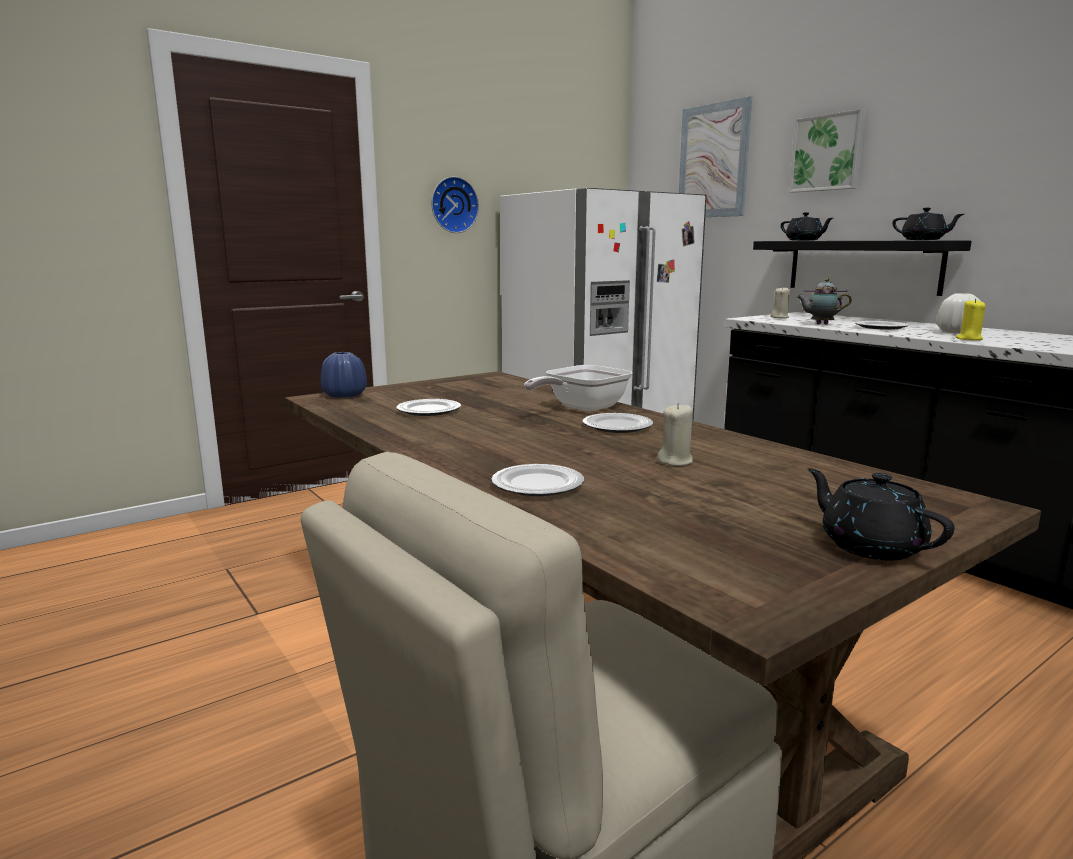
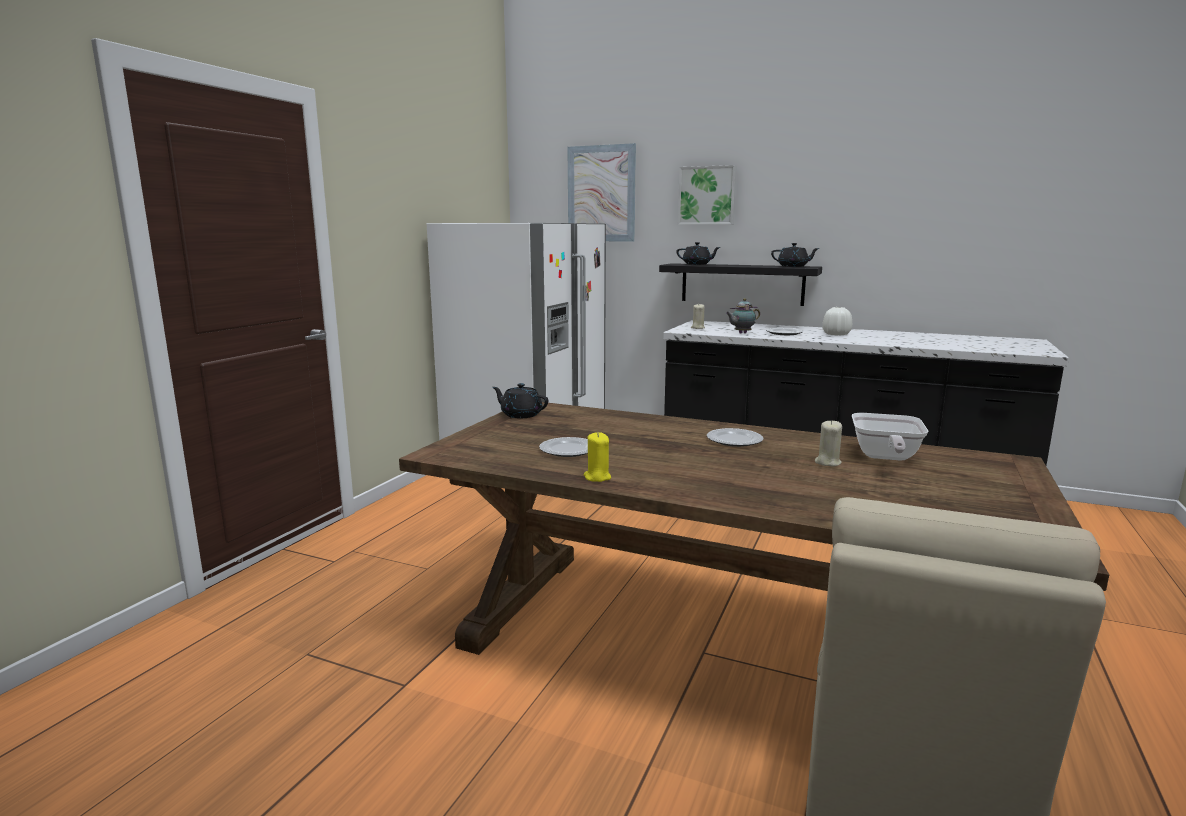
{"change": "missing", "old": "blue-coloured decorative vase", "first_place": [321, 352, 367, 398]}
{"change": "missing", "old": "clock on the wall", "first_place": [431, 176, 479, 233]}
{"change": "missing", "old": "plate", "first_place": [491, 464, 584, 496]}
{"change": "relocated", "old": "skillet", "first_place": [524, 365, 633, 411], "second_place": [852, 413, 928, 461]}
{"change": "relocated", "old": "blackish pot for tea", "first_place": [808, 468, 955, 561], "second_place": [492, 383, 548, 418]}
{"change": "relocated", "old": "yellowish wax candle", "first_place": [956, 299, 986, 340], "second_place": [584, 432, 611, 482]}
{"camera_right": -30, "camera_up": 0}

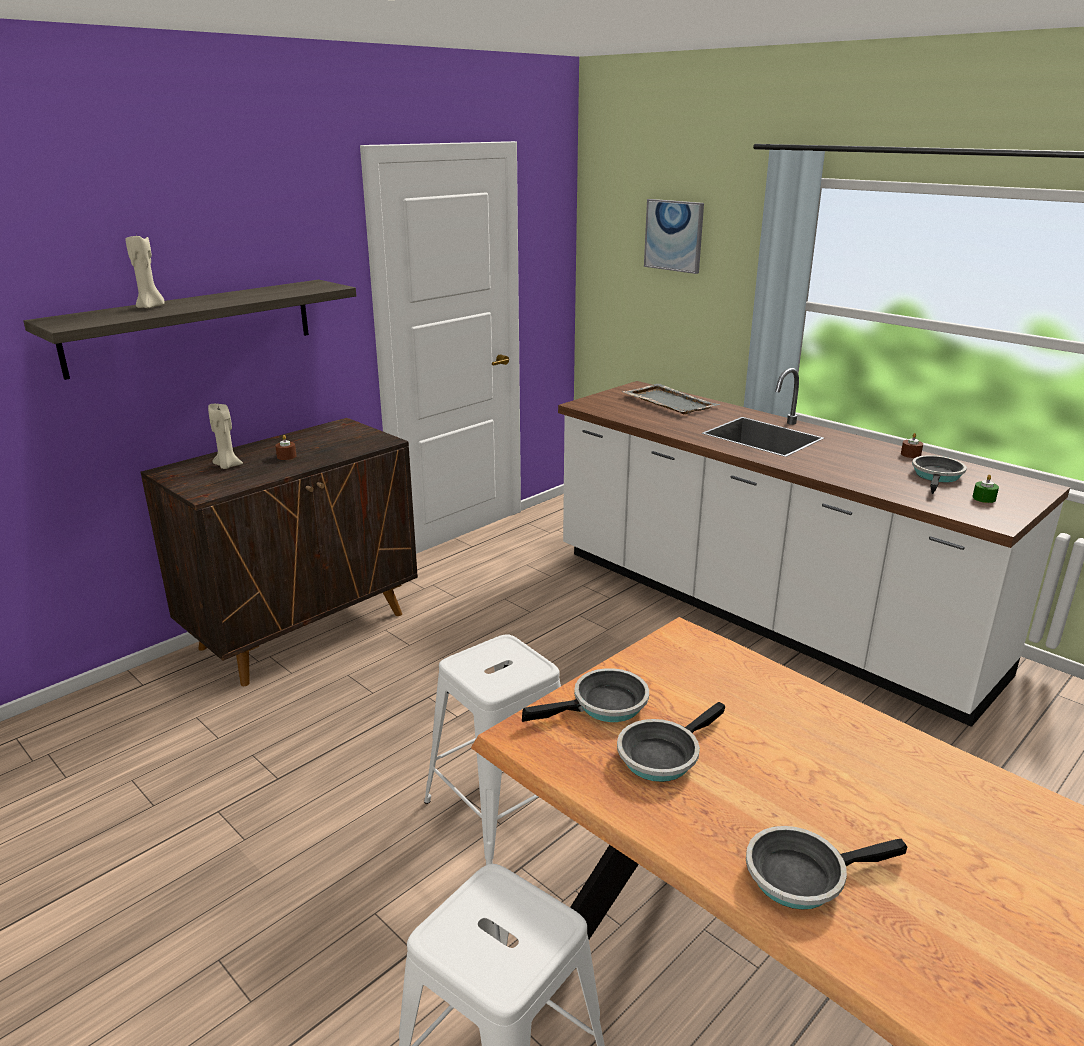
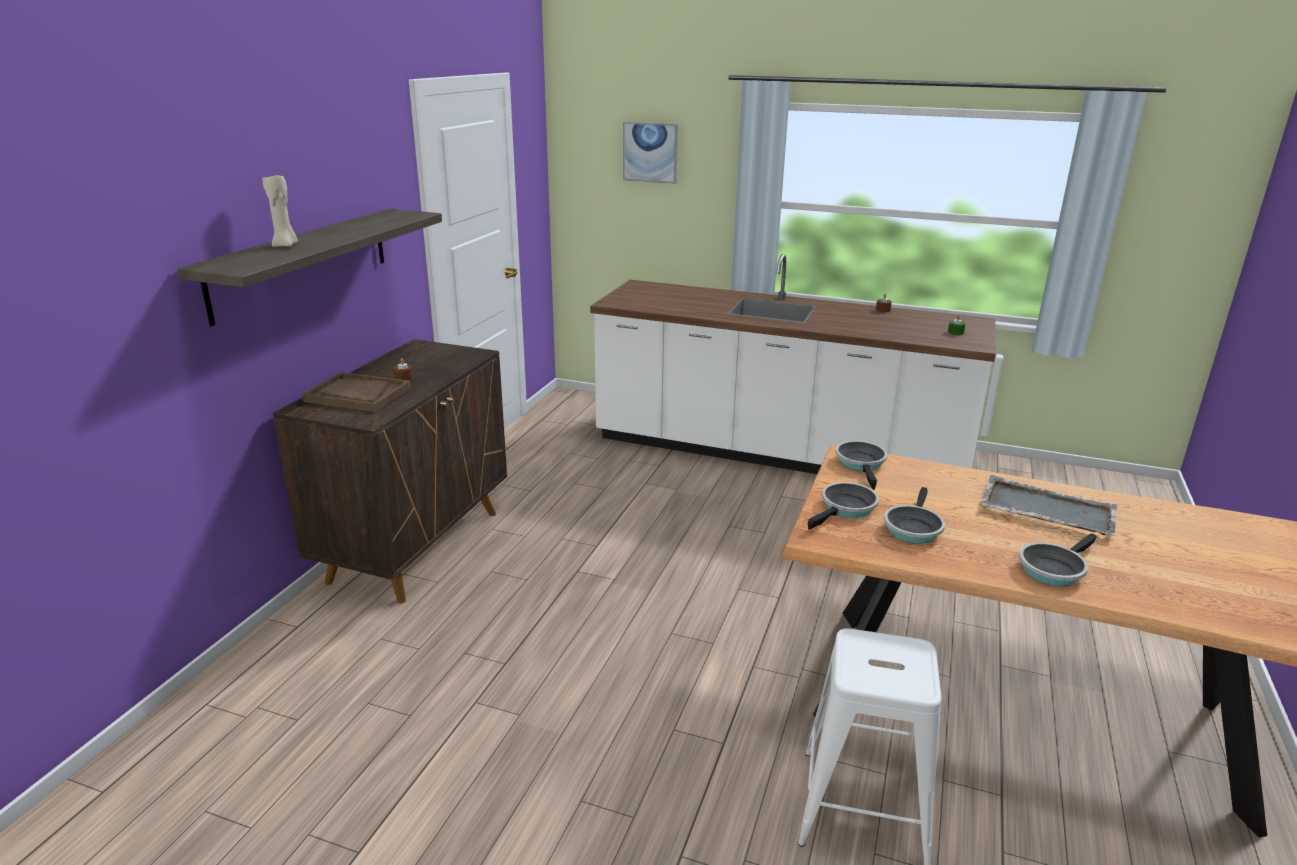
{"change": "missing", "old": "white sitting stool", "first_place": [424, 634, 561, 865]}
{"change": "relocated", "old": "gray serving tray", "first_place": [622, 384, 720, 414], "second_place": [980, 475, 1118, 536]}
{"change": "relocated", "old": "skillet", "first_place": [912, 455, 967, 494], "second_place": [835, 441, 888, 490]}
{"change": "exchanged", "old": "beige wax candle", "new": "brown-coloured serving tray", "first_place": [208, 404, 243, 469], "second_place": [302, 372, 411, 412]}
{"camera_right": -25, "camera_up": 0}

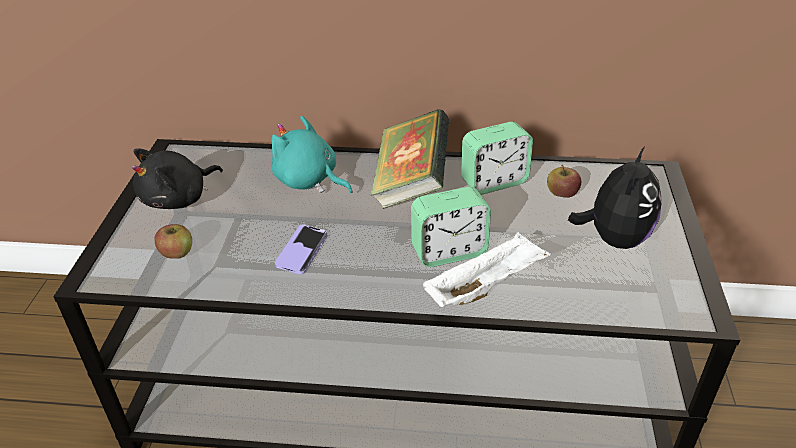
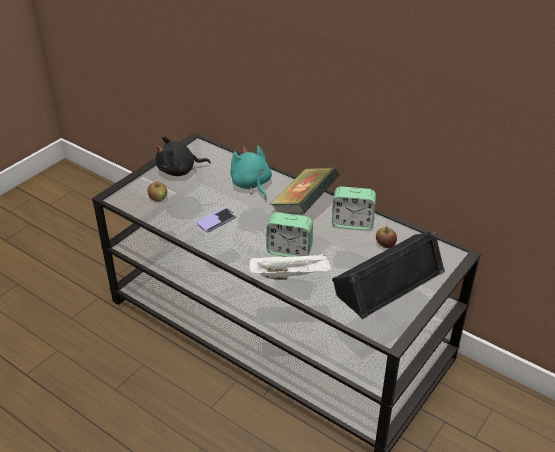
{"change": "exchanged", "old": "cuddly toy", "new": "blackish audio speaker", "first_place": [568, 146, 662, 249], "second_place": [332, 230, 445, 319]}
{"camera_right": 30, "camera_up": 0}

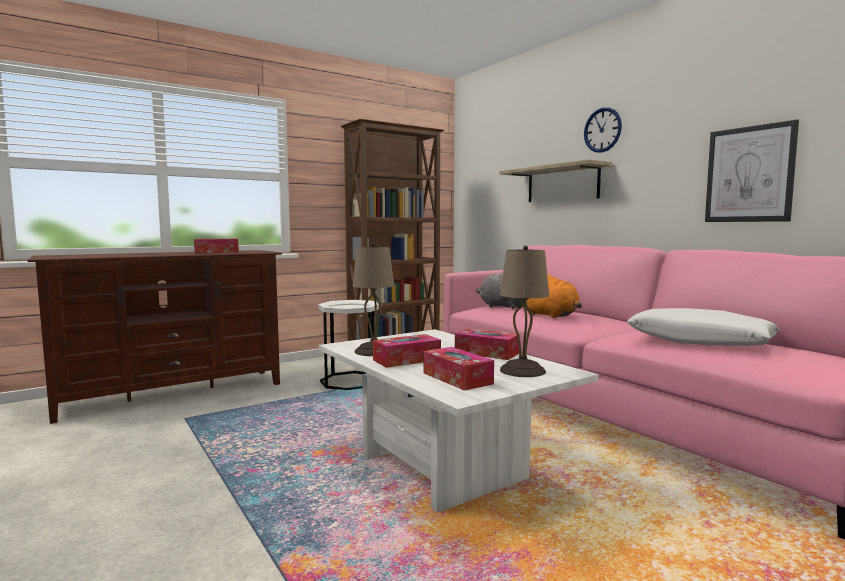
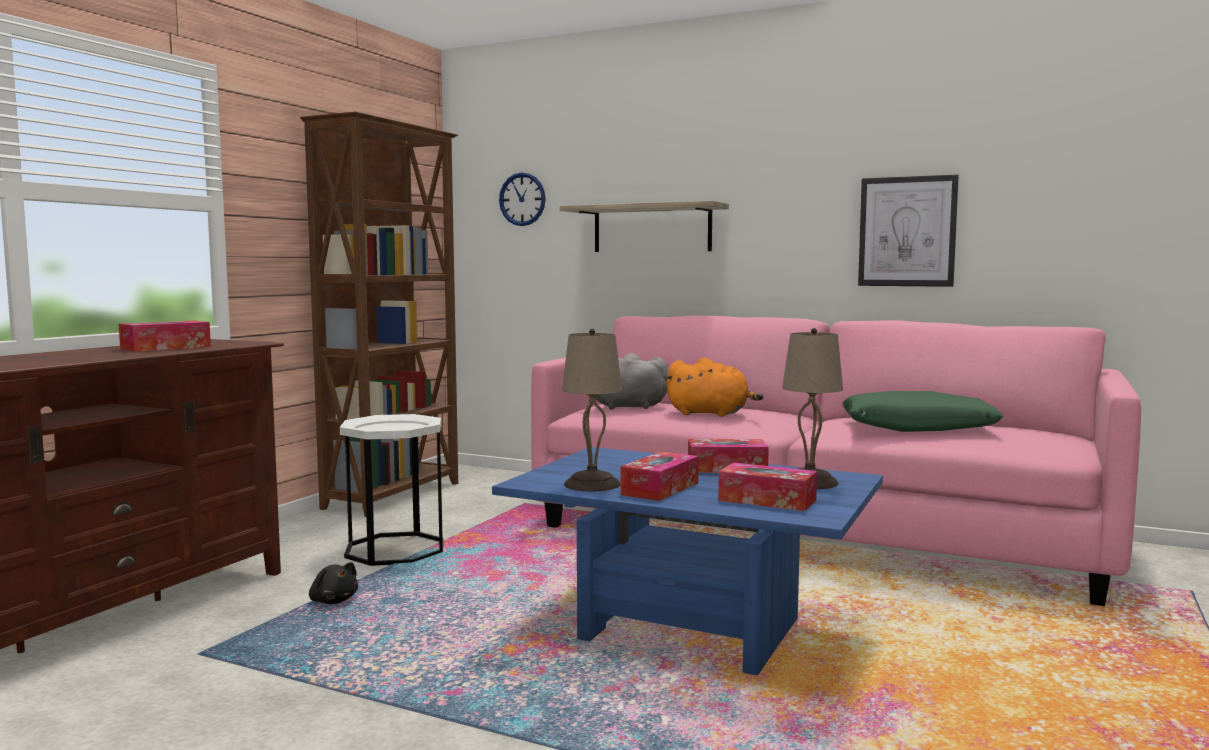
{"change": "appeared", "new": "blackish cuddly toy", "second_place": [309, 562, 358, 604]}
{"change": "relocated", "old": "clock on the wall", "first_place": [584, 107, 622, 153], "second_place": [499, 172, 546, 226]}
{"change": "colour", "old": "white lounge table", "new": "blue-coloured lounge table", "first_place": [319, 329, 598, 513], "second_place": [492, 447, 883, 675]}
{"change": "colour", "old": "white throw pillow", "new": "green throw pillow", "first_place": [627, 308, 779, 346], "second_place": [842, 391, 1003, 432]}
{"camera_right": -30, "camera_up": 0}

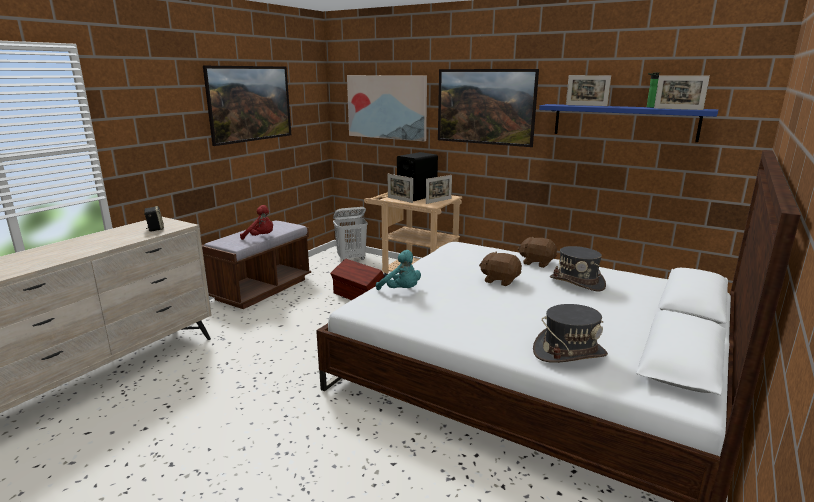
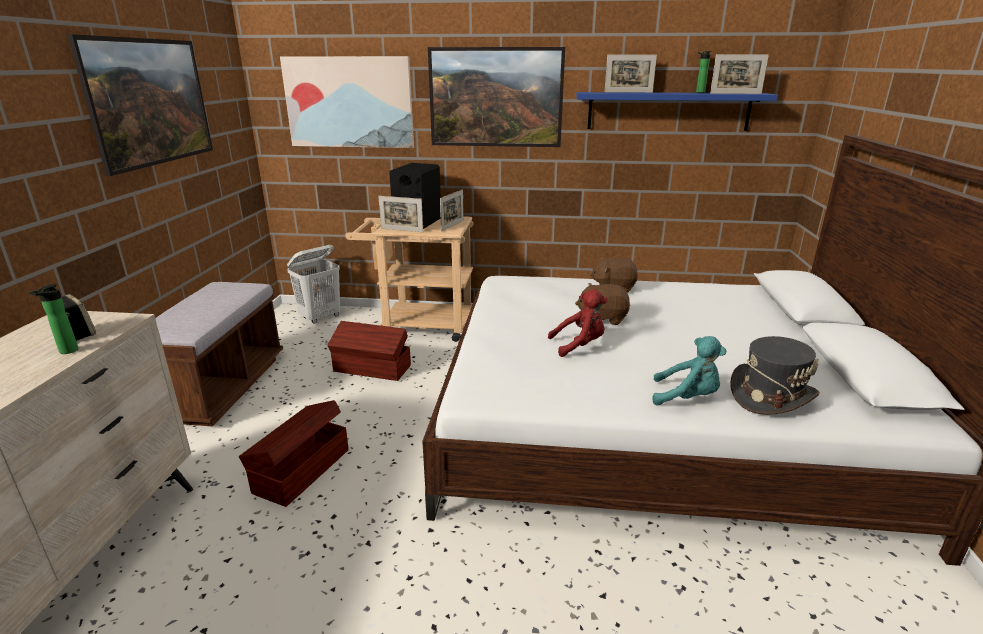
{"change": "missing", "old": "gray hat", "first_place": [550, 246, 606, 291]}
{"change": "appeared", "new": "drink bottle", "second_place": [29, 284, 78, 354]}
{"change": "appeared", "new": "brown-coloured storage container", "second_place": [239, 400, 349, 507]}
{"change": "relocated", "old": "red cuddly toy", "first_place": [240, 205, 273, 240], "second_place": [548, 290, 607, 357]}
{"change": "relocated", "old": "turquoise cuddly toy", "first_place": [376, 250, 421, 290], "second_place": [652, 336, 726, 406]}
{"camera_right": -25, "camera_up": 5}

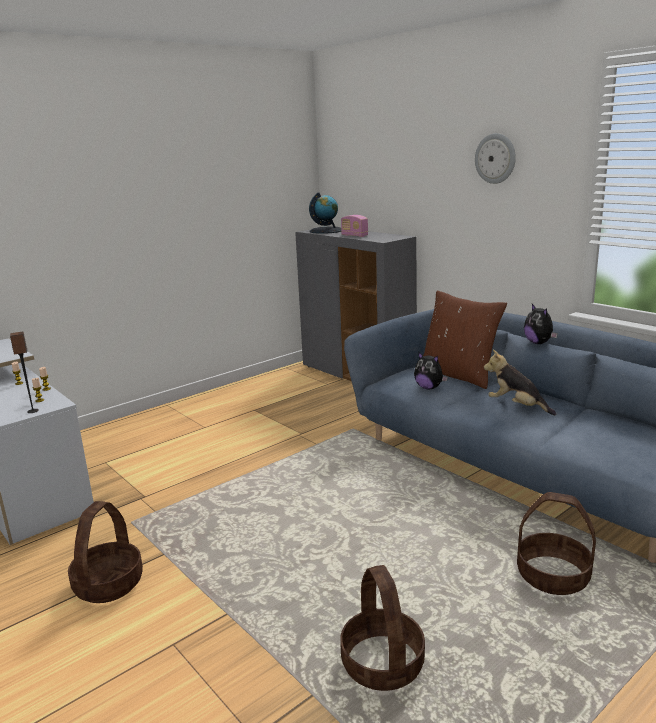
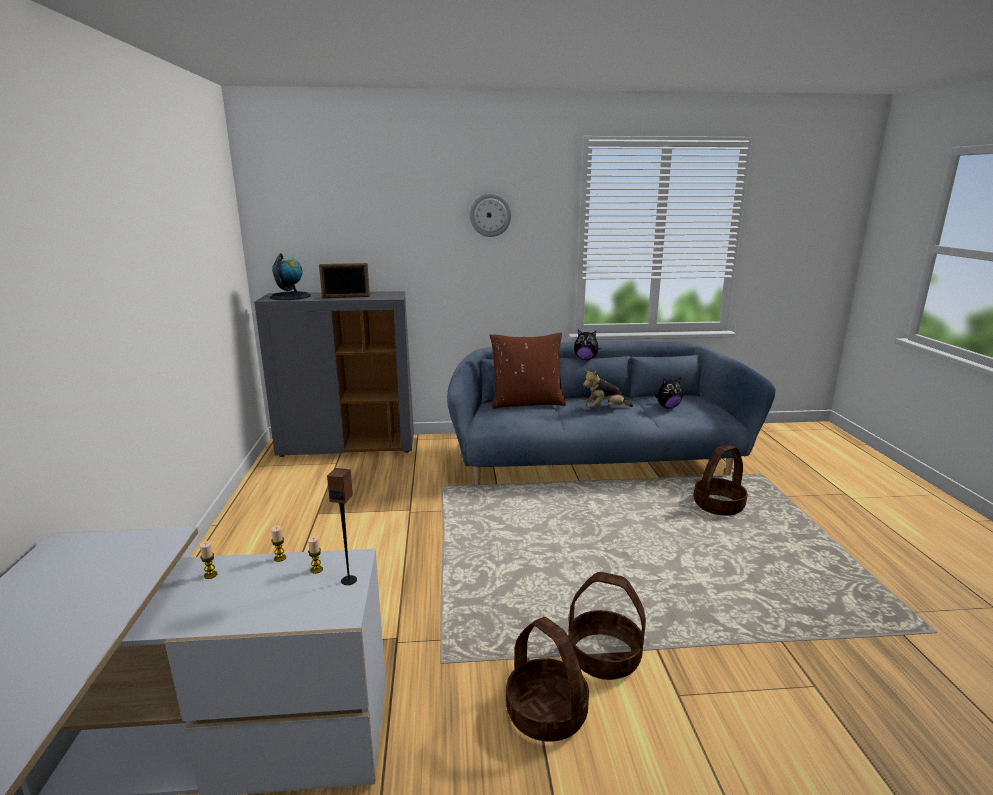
{"change": "relocated", "old": "basket", "first_place": [340, 565, 425, 691], "second_place": [568, 572, 646, 680]}
{"change": "relocated", "old": "cuddly toy", "first_place": [414, 352, 448, 389], "second_place": [655, 377, 683, 409]}
{"change": "exchanged", "old": "radio receiver", "new": "photo frame", "first_place": [341, 215, 368, 237], "second_place": [319, 263, 370, 298]}
{"camera_right": -55, "camera_up": 0}

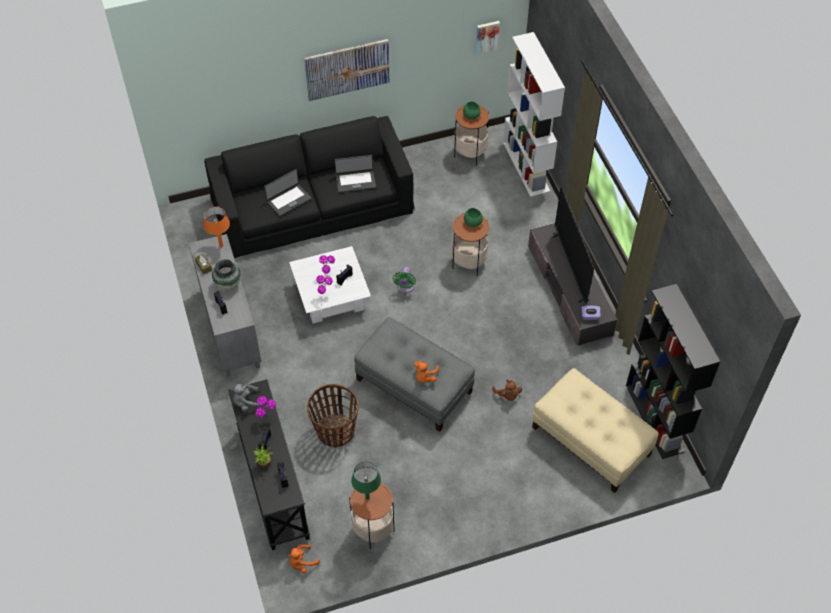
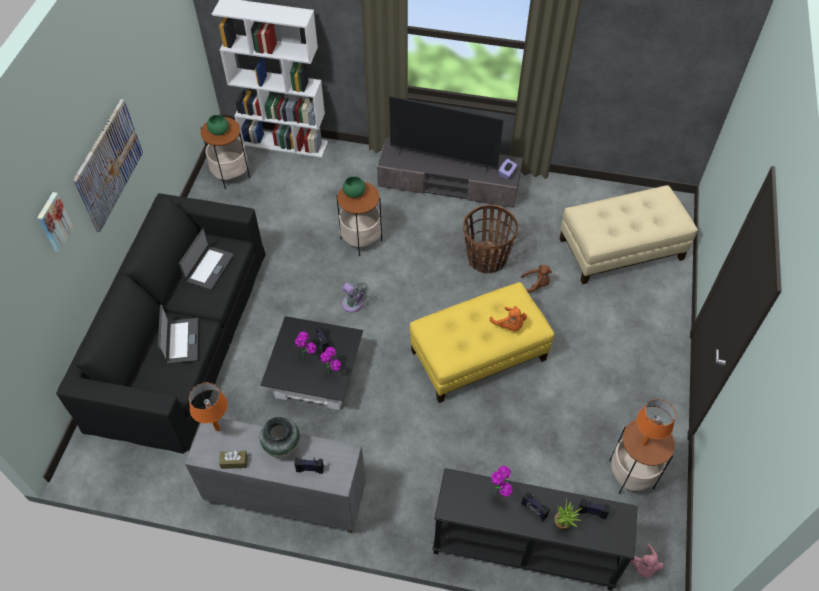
{"change": "missing", "old": "gray cuddly toy", "first_place": [231, 384, 264, 411]}
{"change": "missing", "old": "blackish bookshelf", "first_place": [626, 284, 720, 459]}
{"change": "relocated", "old": "basket", "first_place": [307, 384, 359, 448], "second_place": [463, 205, 519, 273]}
{"change": "relocated", "old": "wall picture", "first_place": [476, 21, 500, 54], "second_place": [37, 192, 74, 252]}
{"change": "colour", "old": "orangey cuddly toy", "new": "pink cuddly toy", "first_place": [288, 545, 320, 574], "second_place": [630, 544, 664, 577]}
{"change": "colour", "old": "white lounge table", "new": "blackish lounge table", "first_place": [289, 246, 371, 323], "second_place": [261, 316, 363, 410]}
{"change": "colour", "old": "green lamp for a table", "new": "orangey lamp for a table", "first_place": [351, 461, 381, 500], "second_place": [637, 399, 676, 446]}
{"change": "colour", "old": "gray ottoman", "new": "yellowish ottoman", "first_place": [354, 317, 475, 432], "second_place": [409, 282, 554, 403]}
{"change": "colour", "old": "green electric fan", "new": "gray electric fan", "first_place": [393, 267, 416, 293], "second_place": [342, 282, 368, 312]}
{"camera_right": -60, "camera_up": 0}

